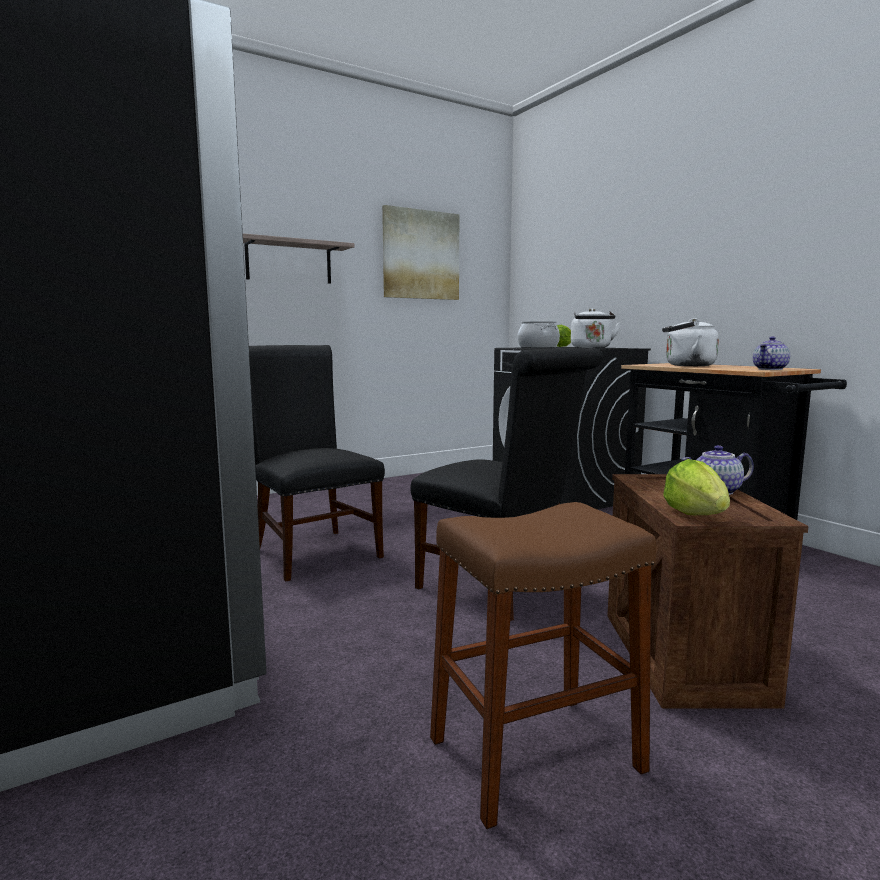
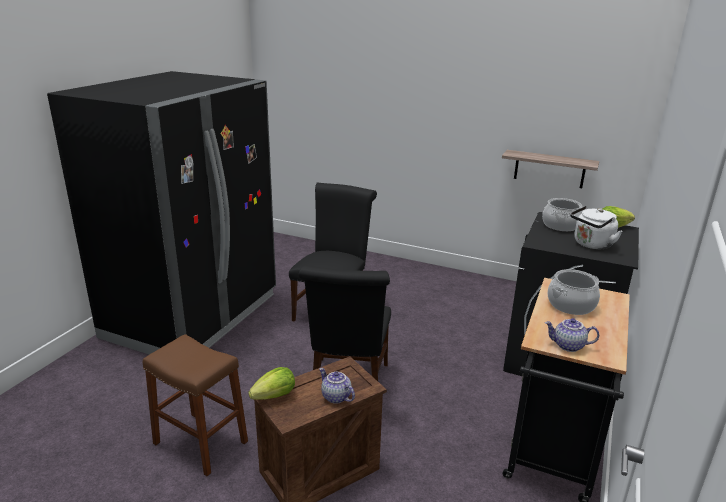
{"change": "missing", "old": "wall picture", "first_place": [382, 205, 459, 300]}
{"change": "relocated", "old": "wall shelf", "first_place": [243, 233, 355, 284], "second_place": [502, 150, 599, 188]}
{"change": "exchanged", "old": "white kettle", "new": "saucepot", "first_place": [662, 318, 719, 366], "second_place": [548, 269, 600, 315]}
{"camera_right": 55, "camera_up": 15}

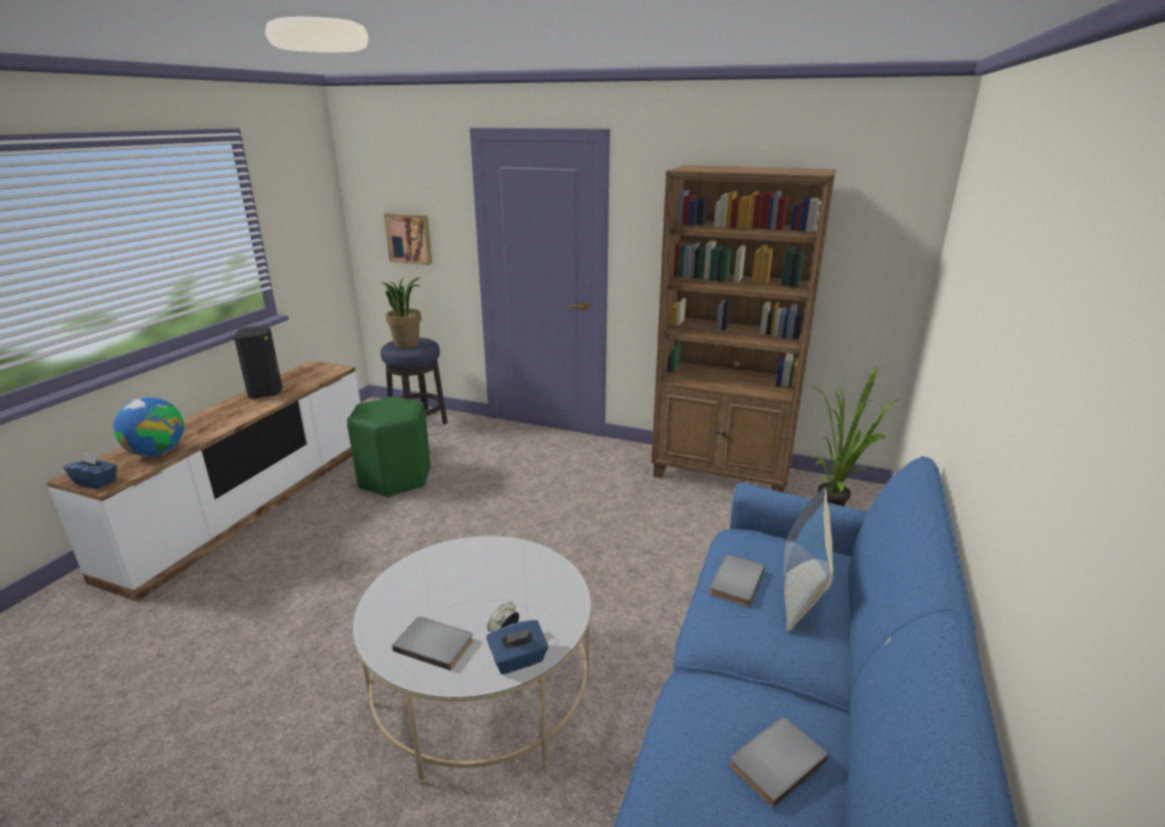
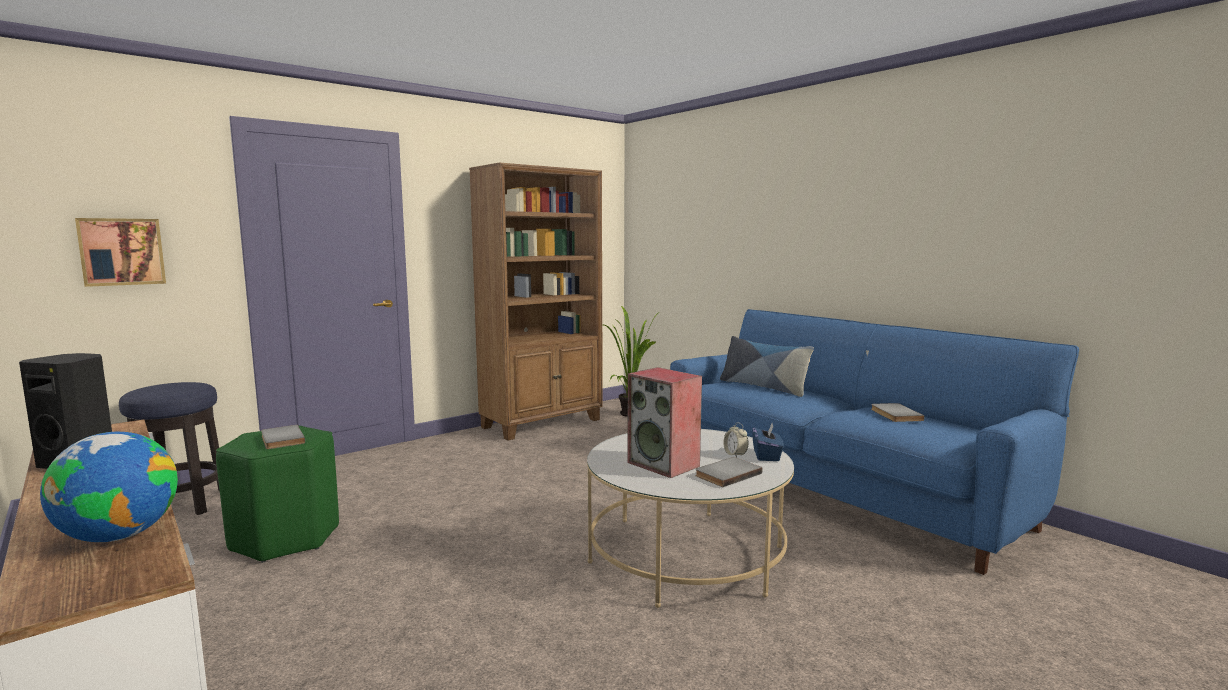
{"change": "missing", "old": "blue-coloured tissue box", "first_place": [64, 451, 117, 489]}
{"change": "missing", "old": "plant in a pot", "first_place": [381, 277, 421, 348]}
{"change": "appeared", "new": "audio speaker", "second_place": [627, 367, 702, 478]}
{"change": "relocated", "old": "gray bound book", "first_place": [709, 555, 765, 607], "second_place": [261, 425, 305, 449]}
{"camera_right": -60, "camera_up": -15}

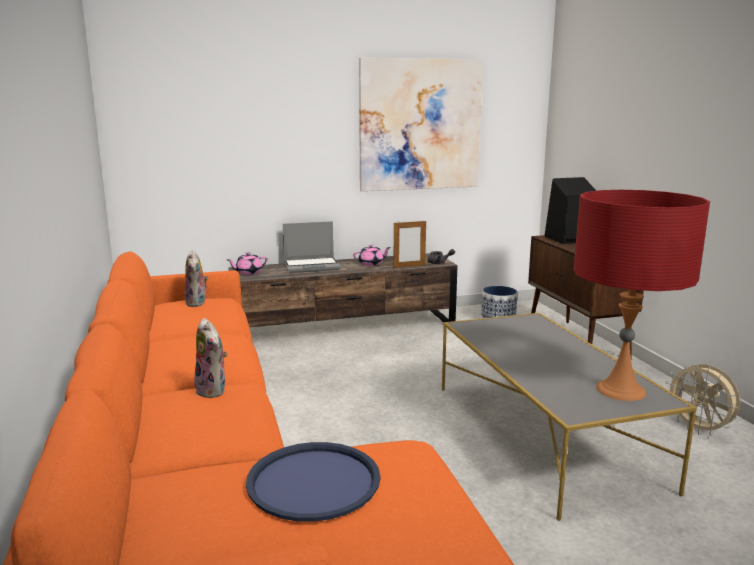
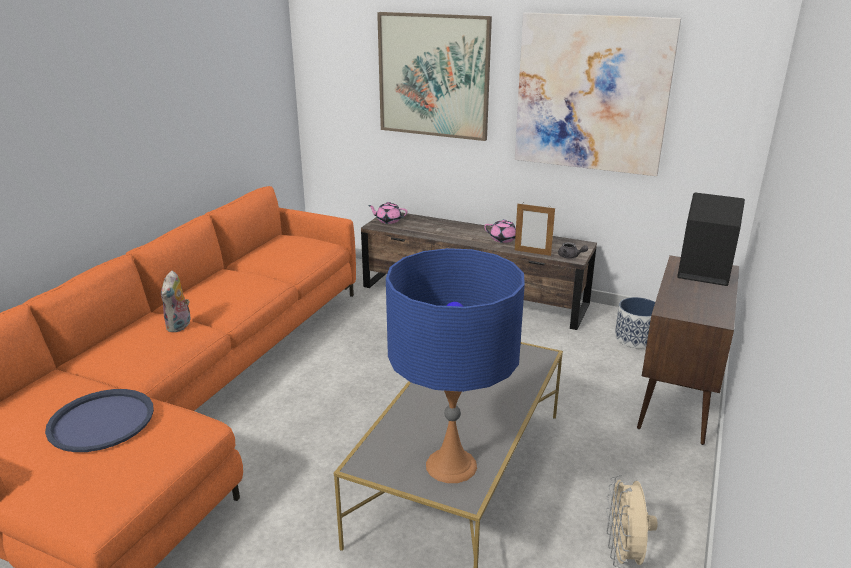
{"change": "missing", "old": "cuddly toy", "first_place": [185, 250, 208, 307]}
{"change": "missing", "old": "notebook computer", "first_place": [283, 221, 341, 273]}
{"change": "appeared", "new": "wall picture", "second_place": [377, 12, 492, 141]}
{"change": "colour", "old": "red lamp for a table", "new": "blue-coloured lamp for a table", "first_place": [574, 190, 710, 401], "second_place": [386, 248, 525, 483]}
{"camera_right": 40, "camera_up": 10}

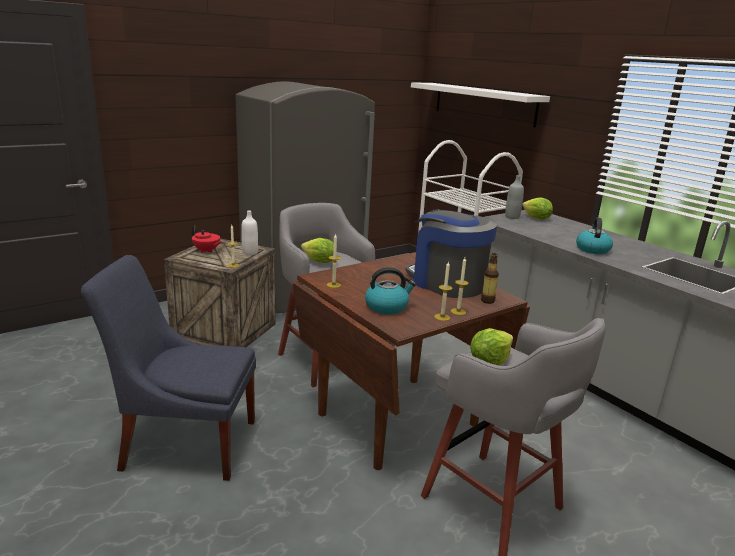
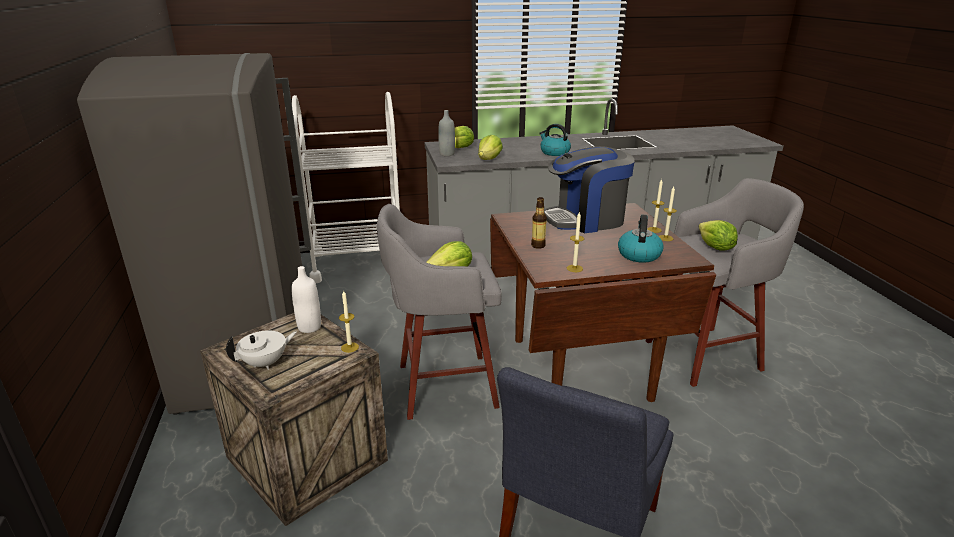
{"change": "missing", "old": "white wall shelf", "first_place": [411, 82, 550, 128]}
{"change": "appeared", "new": "head of lettuce", "second_place": [478, 135, 503, 160]}
{"change": "relocated", "old": "drink bottle", "first_place": [481, 253, 499, 304], "second_place": [531, 197, 547, 249]}
{"change": "colour", "old": "red pot for tea", "new": "white pot for tea", "first_place": [192, 225, 222, 253], "second_place": [226, 330, 297, 370]}
{"camera_right": -65, "camera_up": 5}

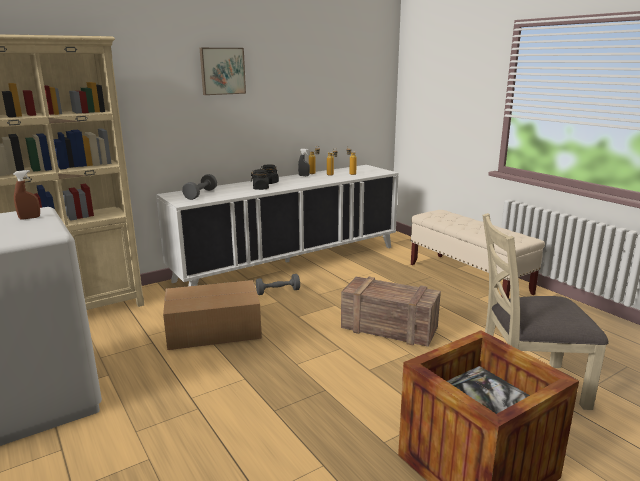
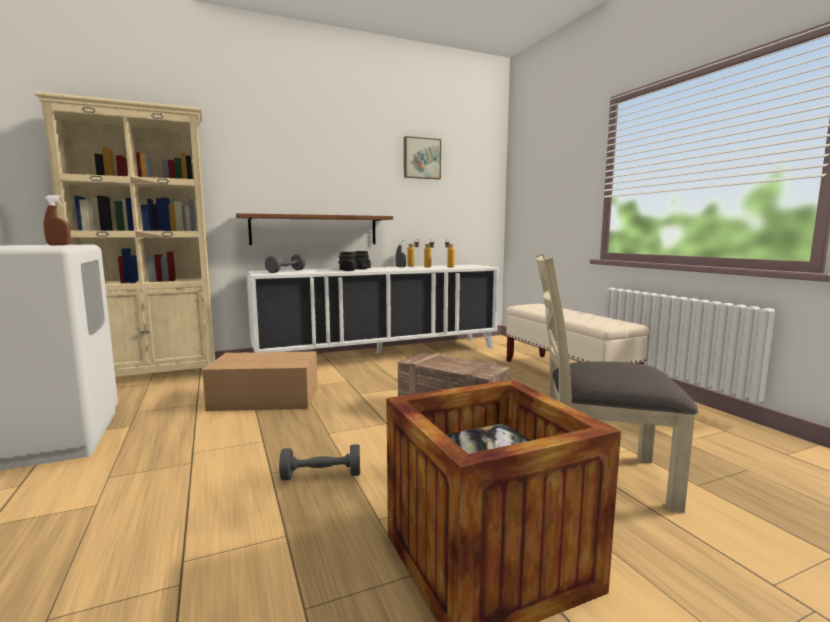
{"change": "appeared", "new": "brown-coloured wall shelf", "second_place": [236, 213, 393, 245]}
{"change": "relocated", "old": "wall picture", "first_place": [200, 48, 246, 95], "second_place": [404, 136, 441, 179]}
{"change": "relocated", "old": "gray dumbbell", "first_place": [256, 274, 300, 295], "second_place": [279, 444, 360, 481]}
{"camera_right": 10, "camera_up": -10}

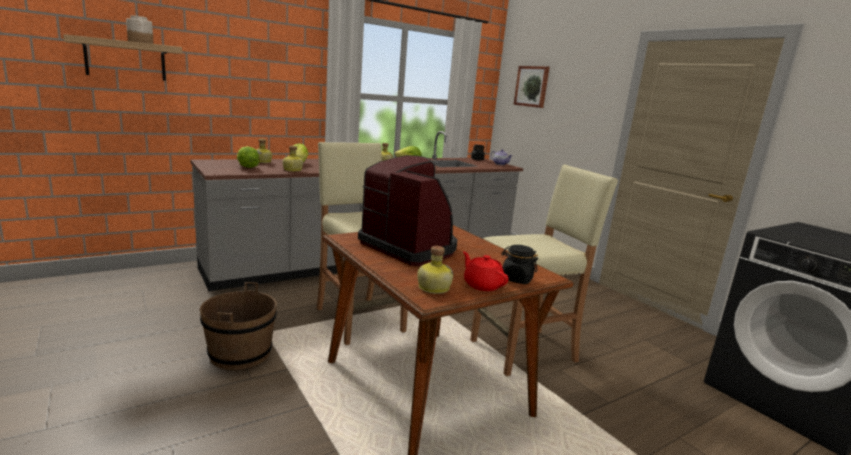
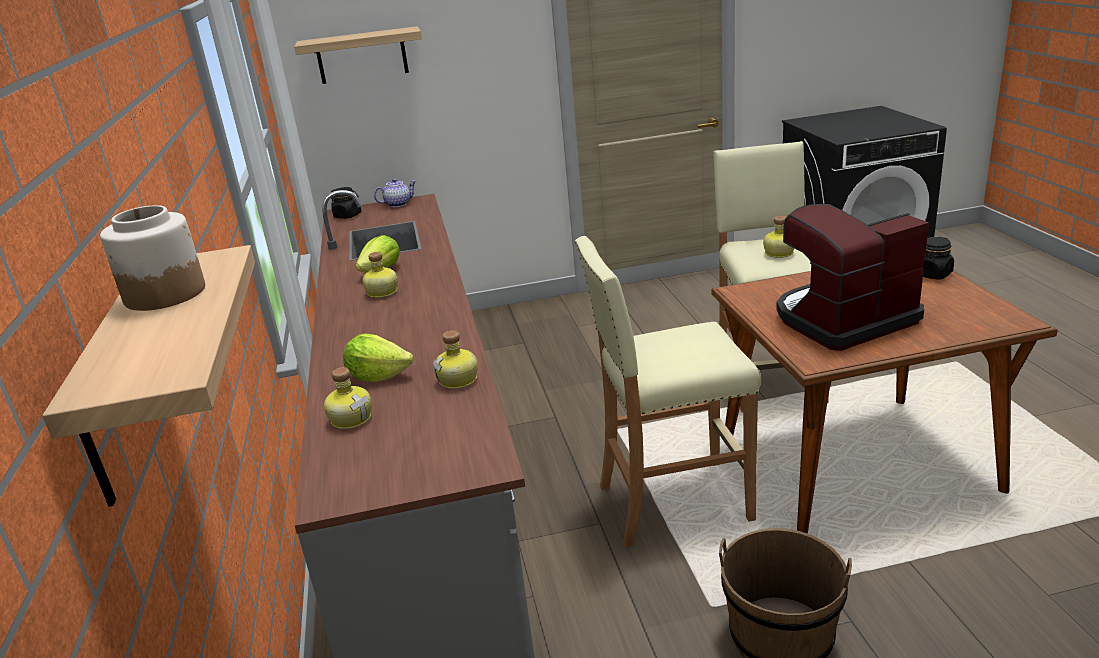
{"change": "missing", "old": "head of lettuce", "first_place": [237, 146, 259, 168]}
{"change": "missing", "old": "red pot for tea", "first_place": [463, 251, 509, 291]}
{"change": "relocated", "old": "drink bottle", "first_place": [417, 246, 454, 294], "second_place": [763, 216, 794, 258]}
{"change": "exchanged", "old": "wall picture", "new": "wall shelf", "first_place": [514, 66, 550, 108], "second_place": [294, 26, 422, 84]}
{"camera_right": -65, "camera_up": 10}

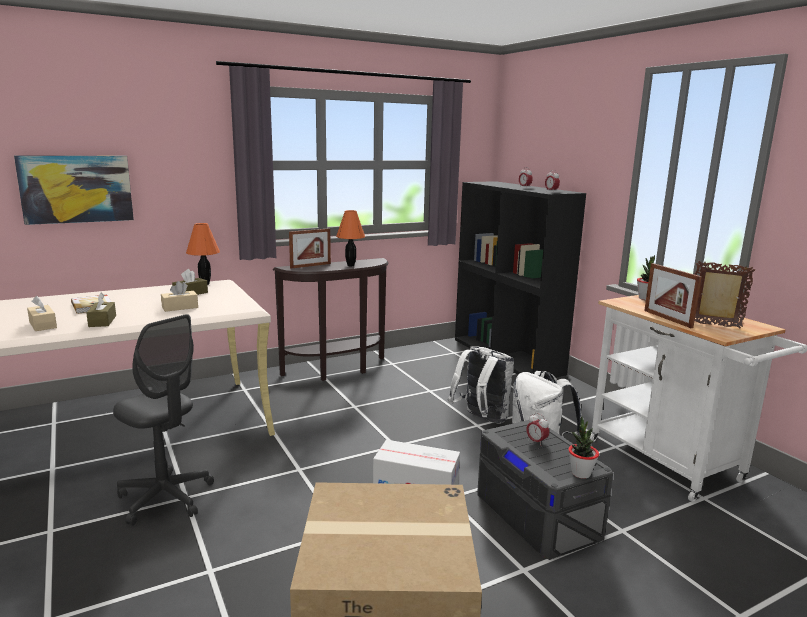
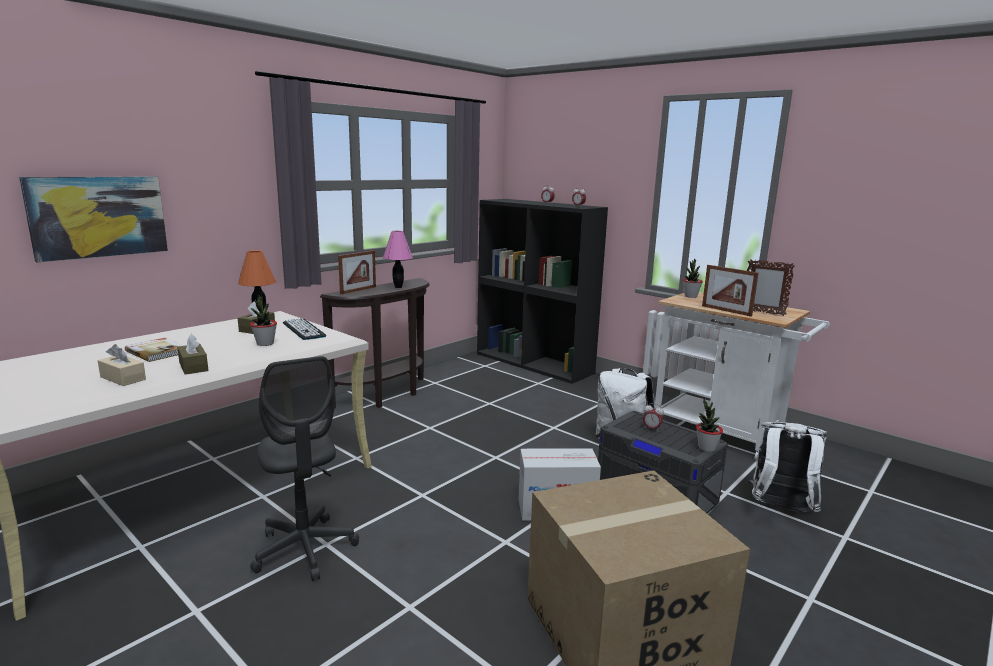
{"change": "appeared", "new": "computer keyboard", "second_place": [283, 318, 326, 340]}
{"change": "relocated", "old": "white rucksack", "first_place": [448, 346, 514, 424], "second_place": [748, 422, 827, 512]}
{"change": "exchanged", "old": "beige tissue box", "new": "plant in a pot", "first_place": [161, 281, 198, 312], "second_place": [250, 295, 277, 346]}
{"change": "colour", "old": "orangey lamp for a table", "new": "pink lamp for a table", "first_place": [336, 210, 365, 266], "second_place": [383, 231, 413, 288]}
{"change": "spun", "old": "gray computer chair", "first_place": [113, 314, 214, 525], "second_place": [250, 356, 359, 581], "degrees": 45}
{"change": "spun", "old": "photo frame", "first_place": [694, 261, 755, 328], "second_place": [747, 259, 795, 316], "degrees": -150}
{"camera_right": -20, "camera_up": 0}

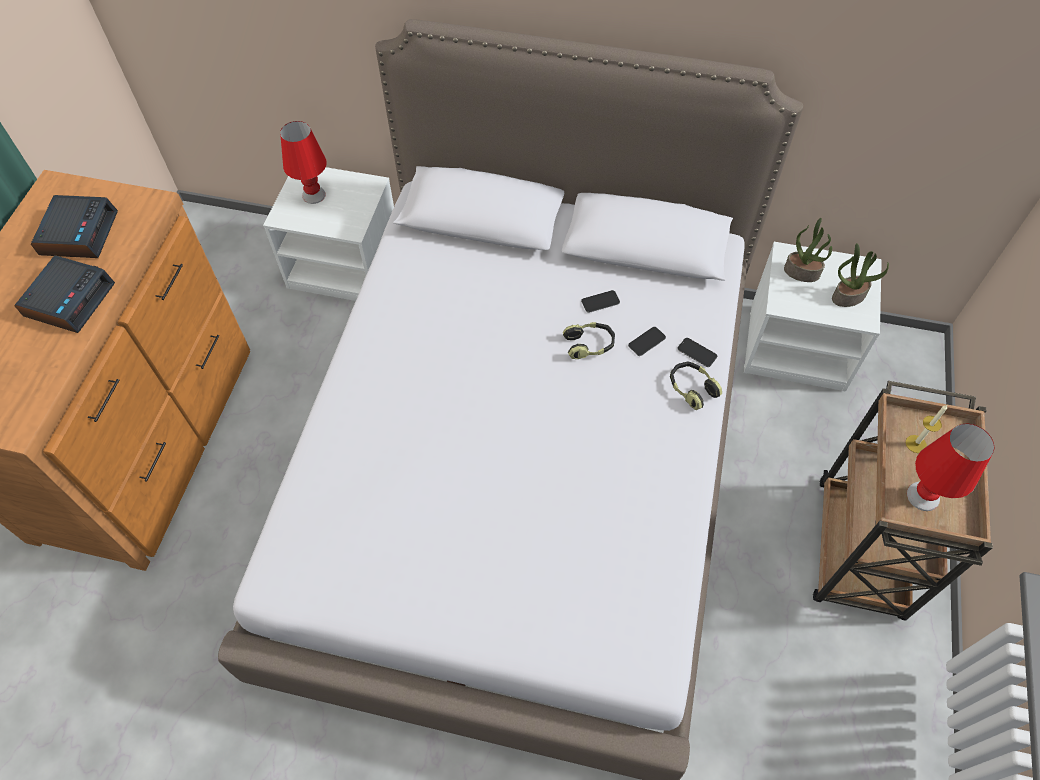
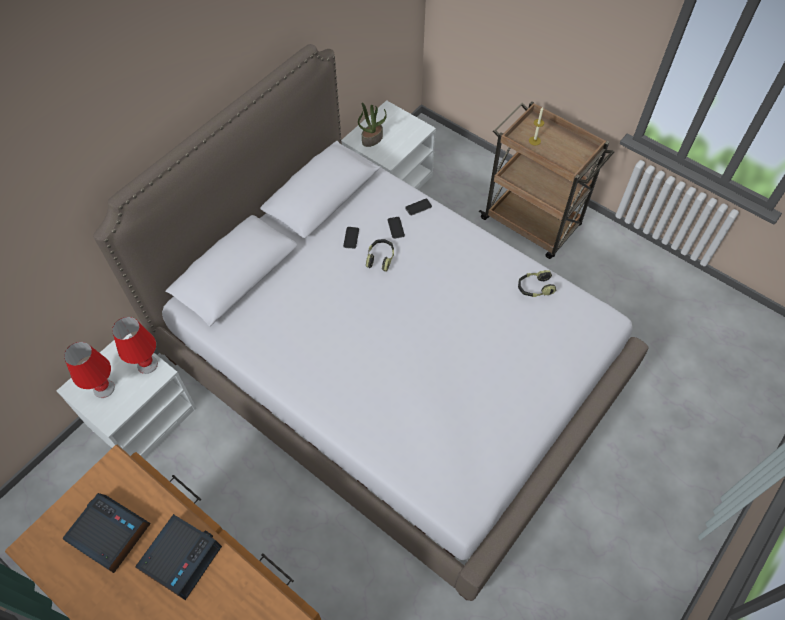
{"change": "missing", "old": "plant in a pot", "first_place": [832, 243, 889, 307]}
{"change": "relocated", "old": "headphones", "first_place": [670, 362, 722, 410], "second_place": [518, 270, 556, 297]}
{"change": "relocated", "old": "red lamp for a table", "first_place": [907, 424, 994, 511], "second_place": [112, 317, 158, 374]}
{"change": "spun", "old": "table clock", "first_place": [15, 255, 115, 333], "second_place": [135, 514, 222, 600], "degrees": 75}
{"camera_right": -65, "camera_up": 0}

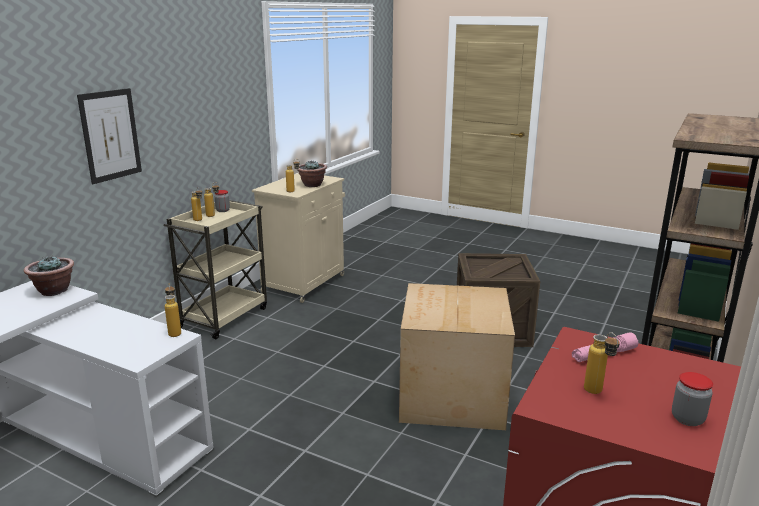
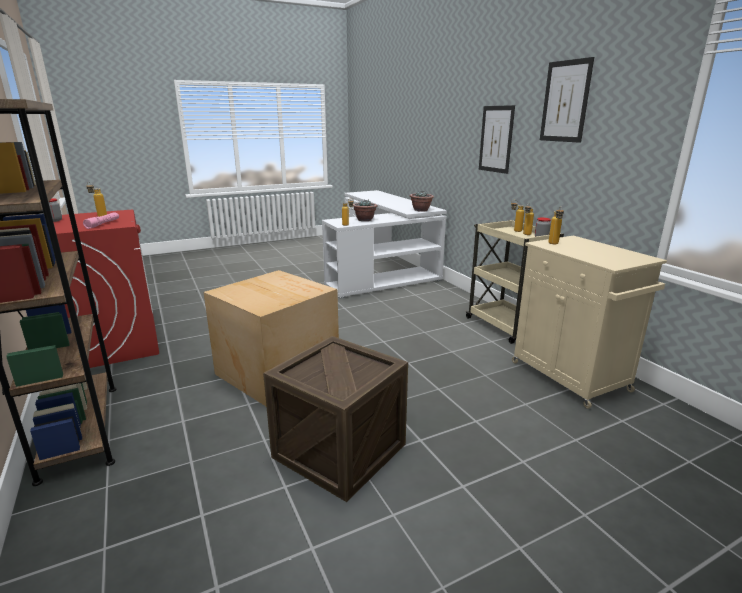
{"change": "appeared", "new": "wall picture", "second_place": [540, 57, 594, 143]}
{"change": "relocated", "old": "plant in a pot", "first_place": [297, 160, 327, 187], "second_place": [353, 199, 377, 221]}
{"camera_right": 125, "camera_up": 0}

